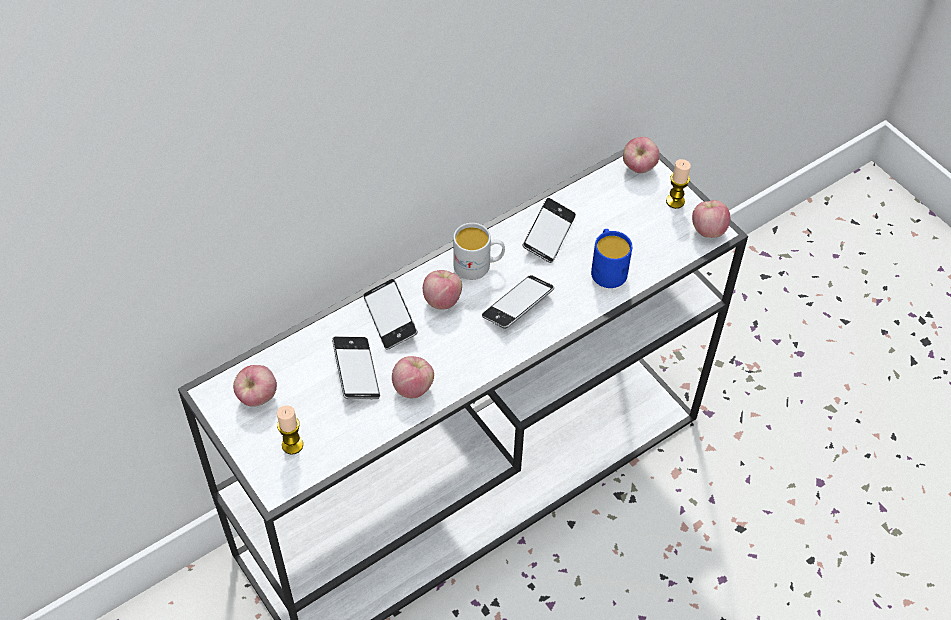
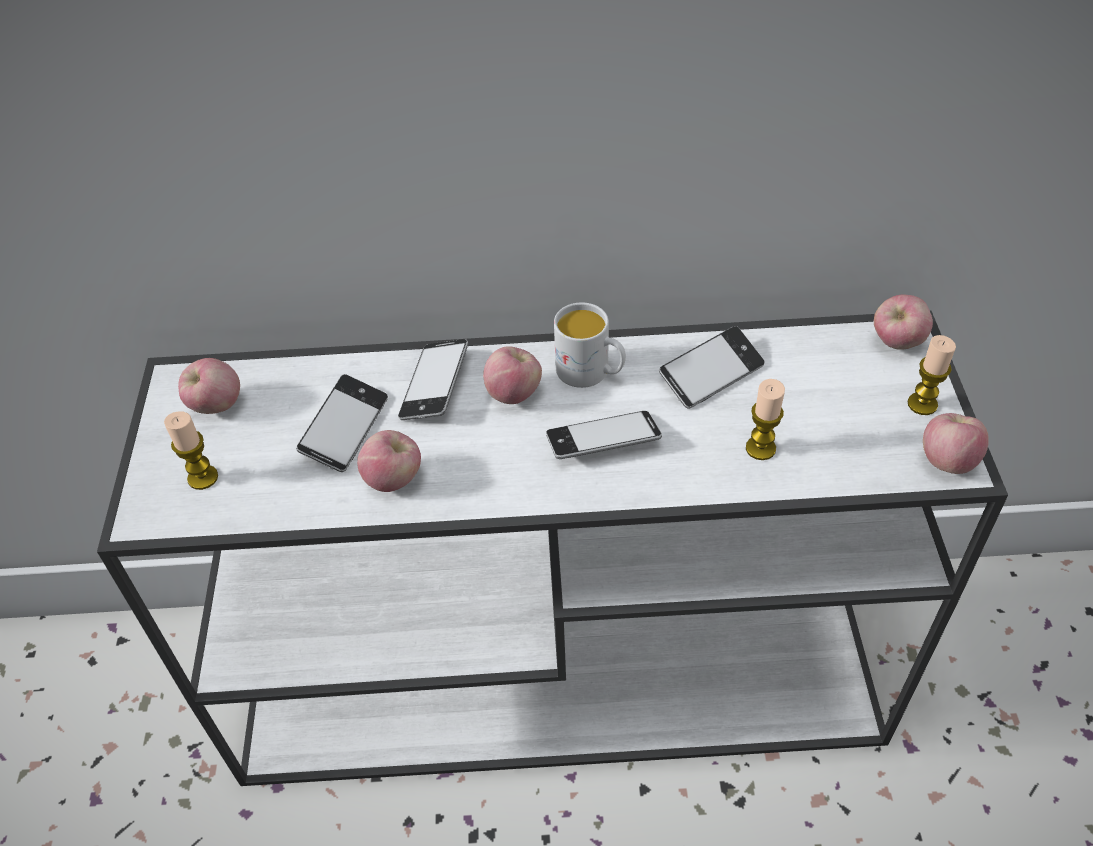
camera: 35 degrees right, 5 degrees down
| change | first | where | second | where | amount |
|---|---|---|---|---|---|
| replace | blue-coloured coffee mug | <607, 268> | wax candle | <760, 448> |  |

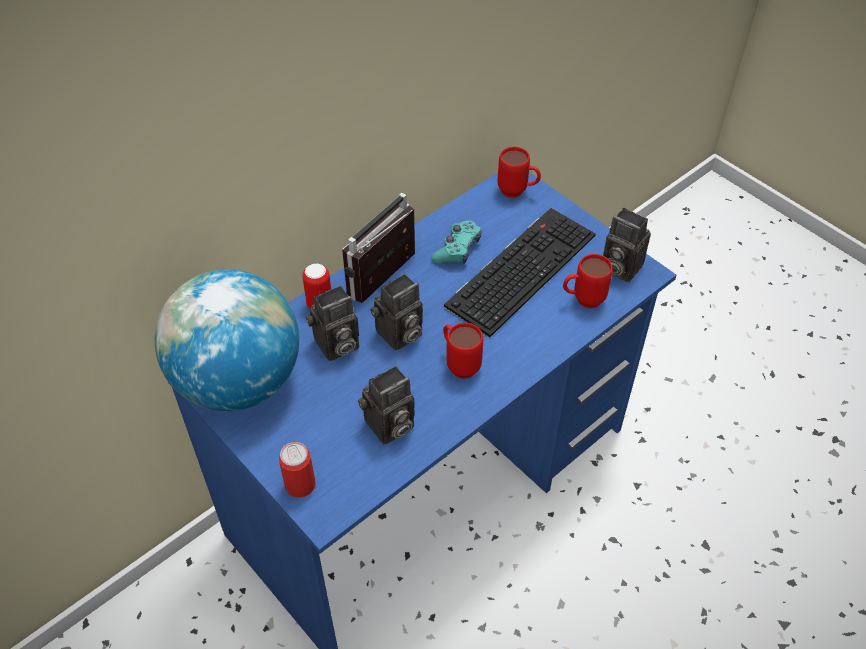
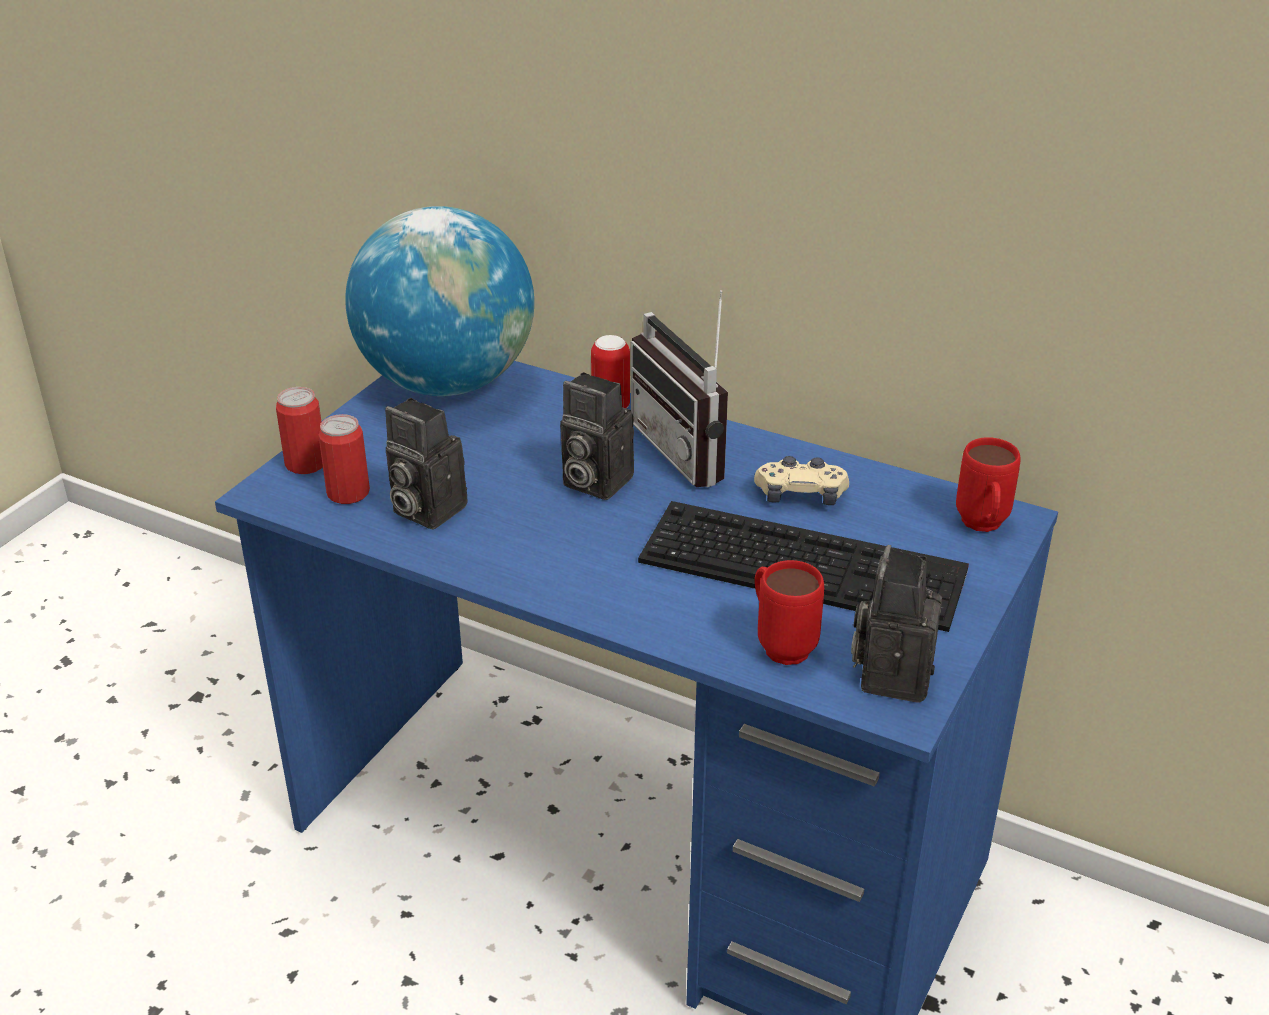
camera: 70 degrees right, 15 degrees down
| change | first | where | second | where | amount |
|---|---|---|---|---|---|
| delete | photo camera | <336, 346> |  |  |  |
| rotate | radio set | <389, 280> |  | <692, 450> | 135 degrees counterclockwise |
| recolor | turquoise-coloured game controller | <457, 249> | beige game controller | <801, 495> |  |
| delete | red coffee mug | <459, 364> |  |  |  |
| insert |  |  | metal can | <348, 493> |  |

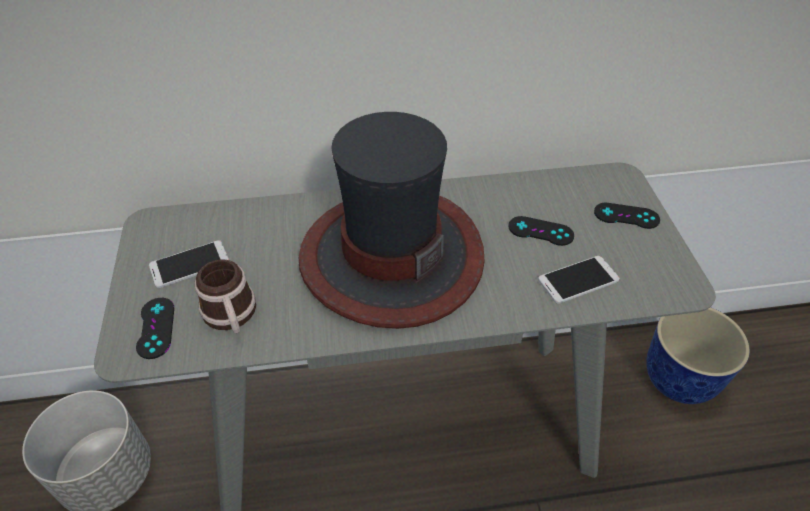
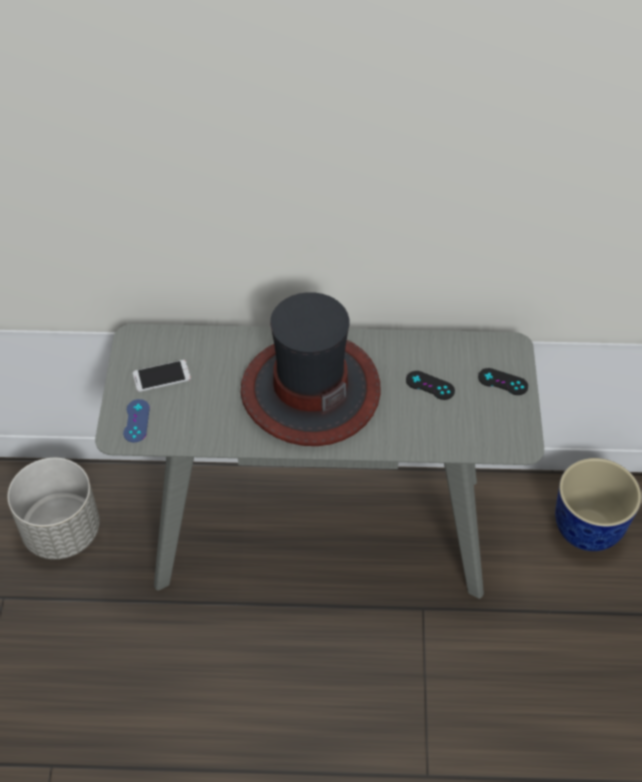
camera: 10 degrees right, 5 degrees up
| change | first | where | second | where | amount |
|---|---|---|---|---|---|
| recolor | blackish game controller | <156, 328> | blue-coloured game controller | <136, 421> |  |
| delete | coffee mug | <231, 316> |  |  |  |
| delete | telephone | <578, 280> |  |  |  |

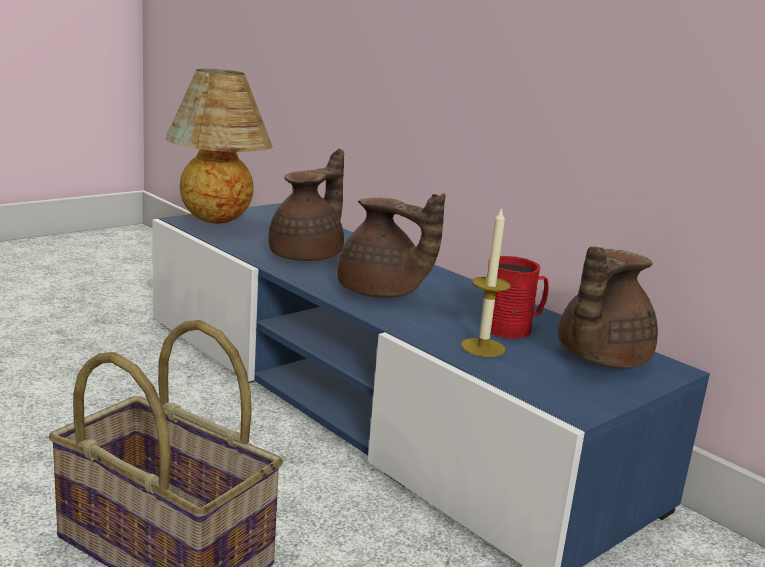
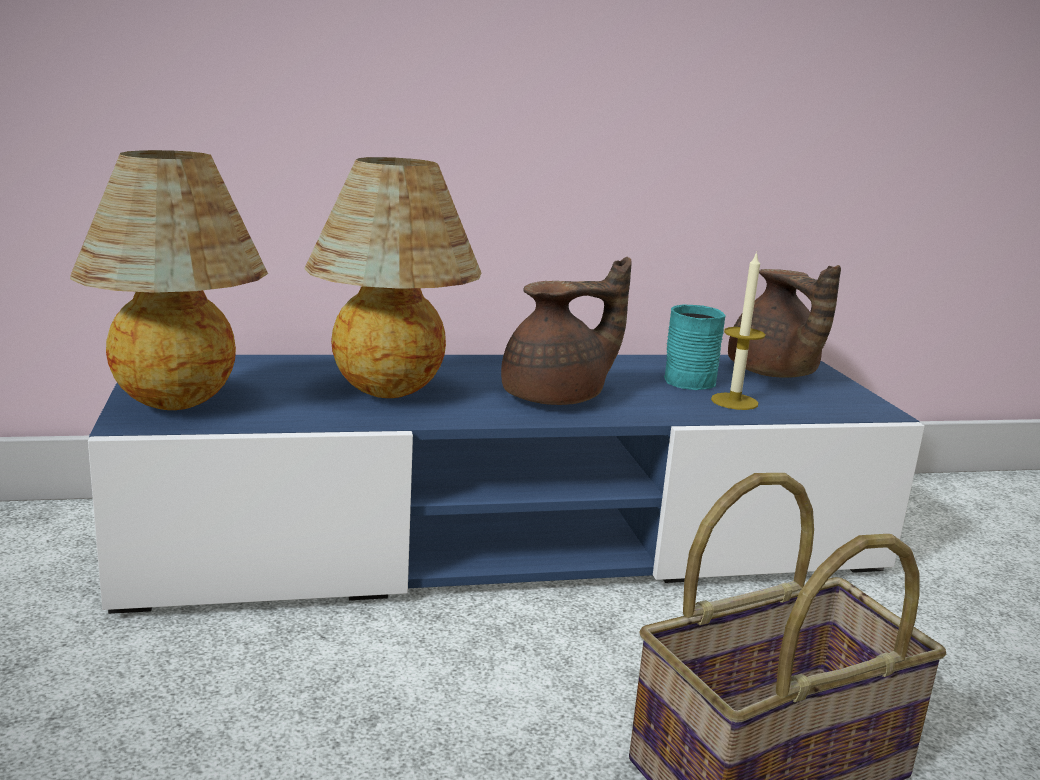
camera: 60 degrees left, 0 degrees up
| change | first | where | second | where | amount |
|---|---|---|---|---|---|
| replace | brownish pot for tea | <309, 255> | table lamp | <392, 395> |  |
| recolor | red coffee mug | <512, 328> | turquoise-coloured coffee mug | <689, 378> |  |

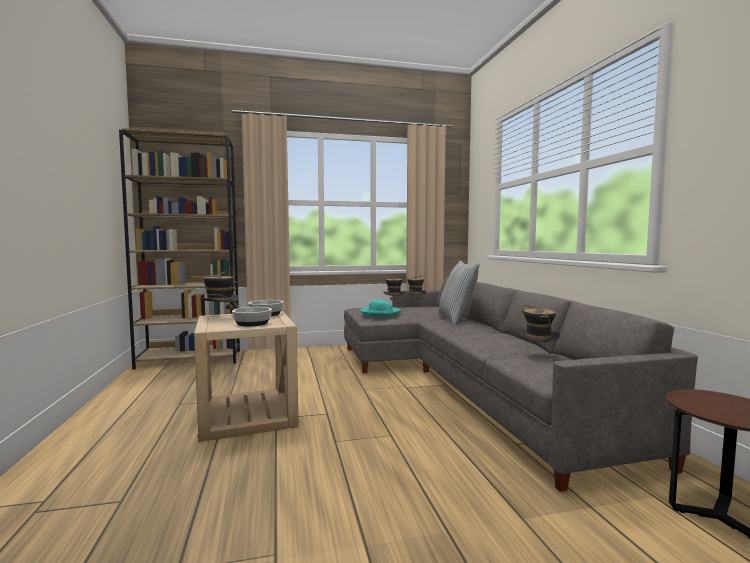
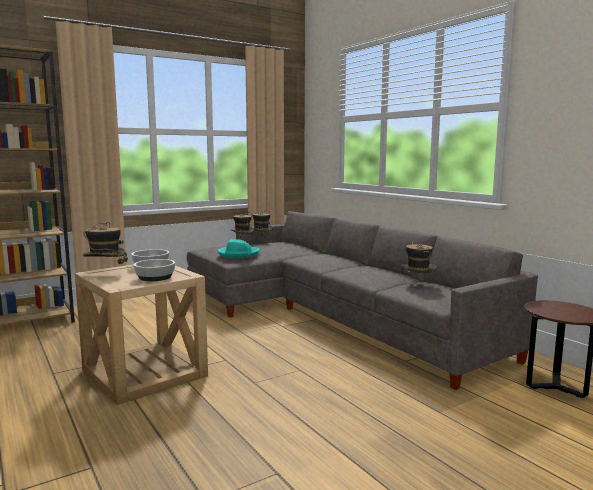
camera: 20 degrees left, 5 degrees up
| change | first | where | second | where | amount |
|---|---|---|---|---|---|
| delete | pillow | <456, 319> |  |  |  |

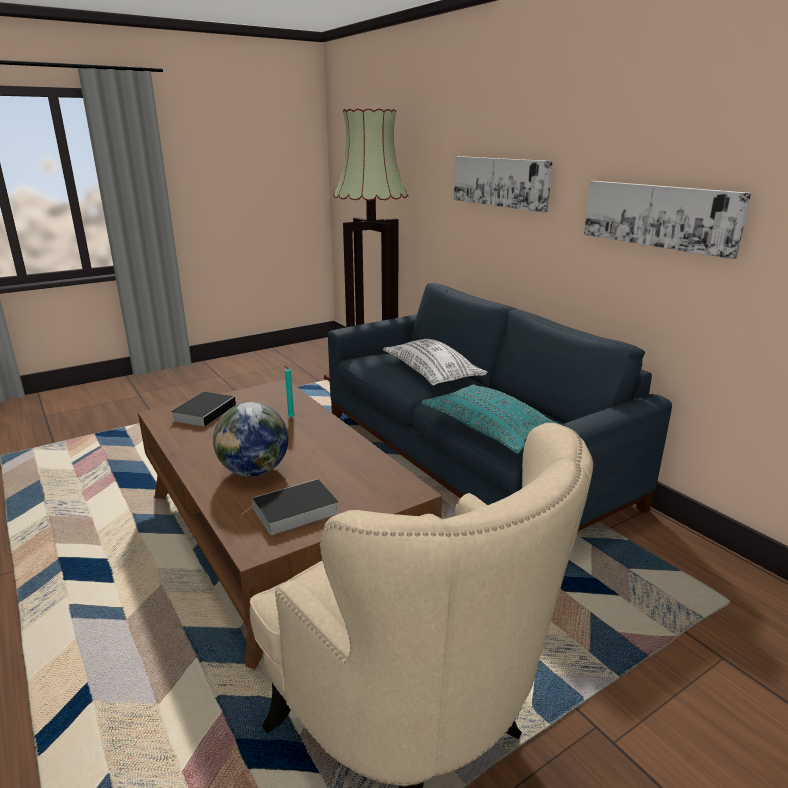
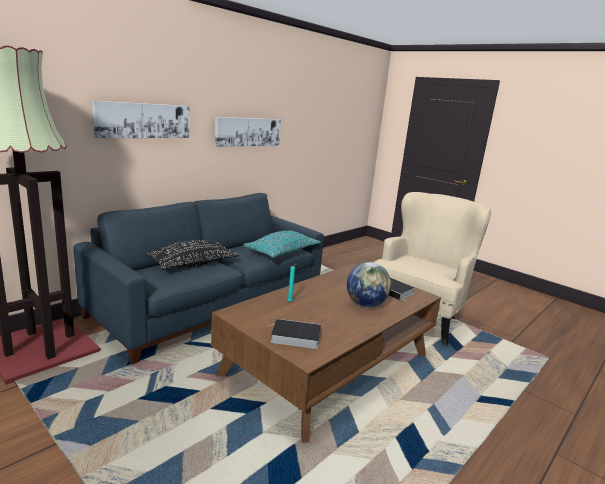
camera: 105 degrees left, 5 degrees down
| change | first | where | second | where | amount |
|---|---|---|---|---|---|
| recolor | white pillow | <432, 374> | blackish pillow | <192, 264> |  |

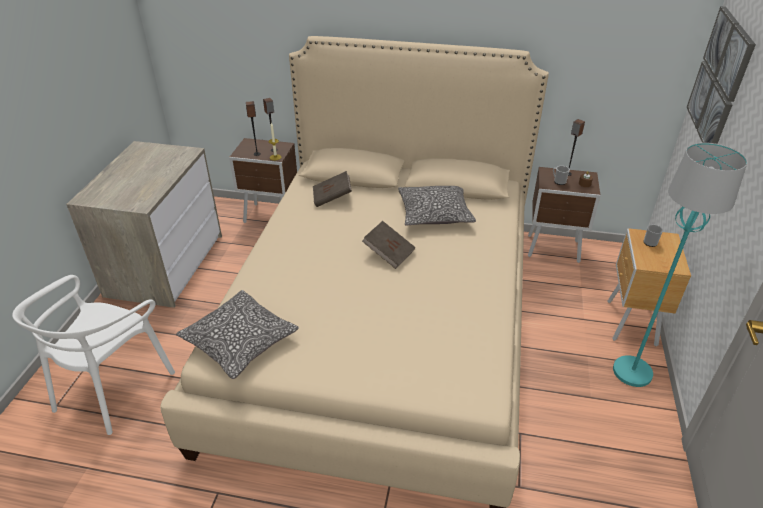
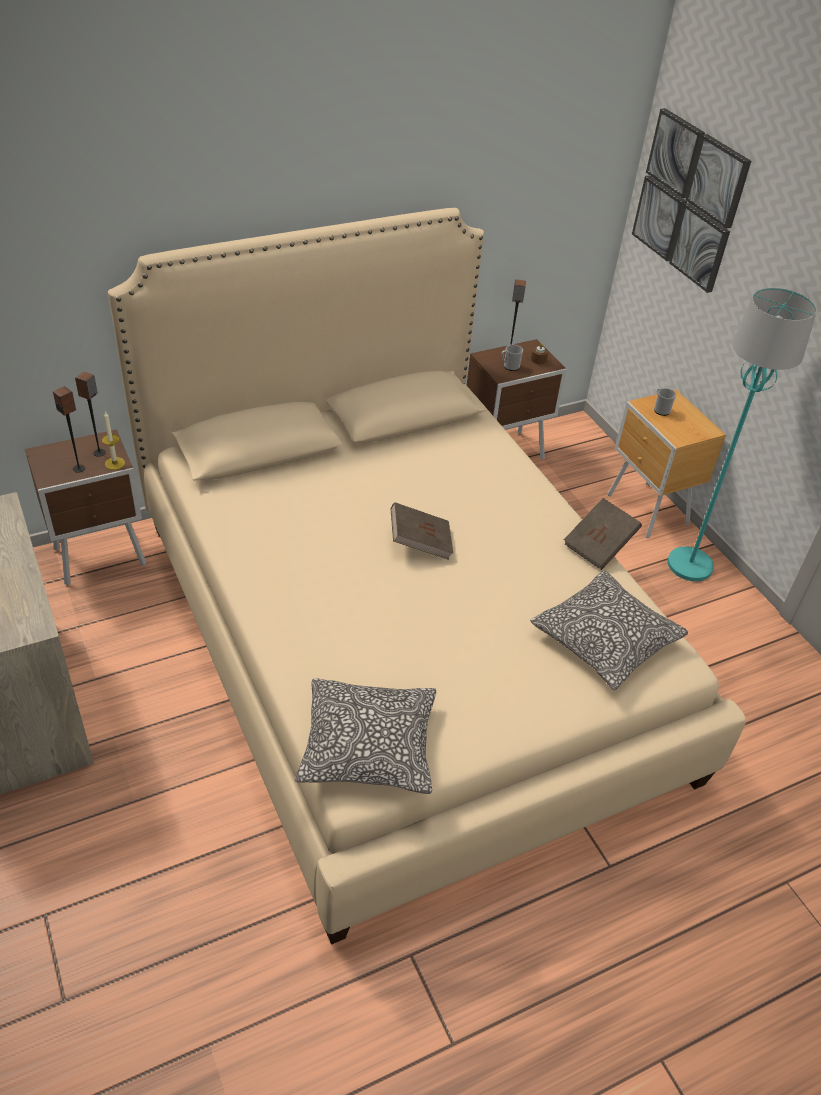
camera: 40 degrees left, 5 degrees up
| change | first | where | second | where | amount |
|---|---|---|---|---|---|
| delete | white upright chair | <113, 388> |  |  |  |
| move | brownish volume | <332, 198> |  | <599, 546> |  |
| move | pillow | <434, 213> |  | <605, 639> |  |

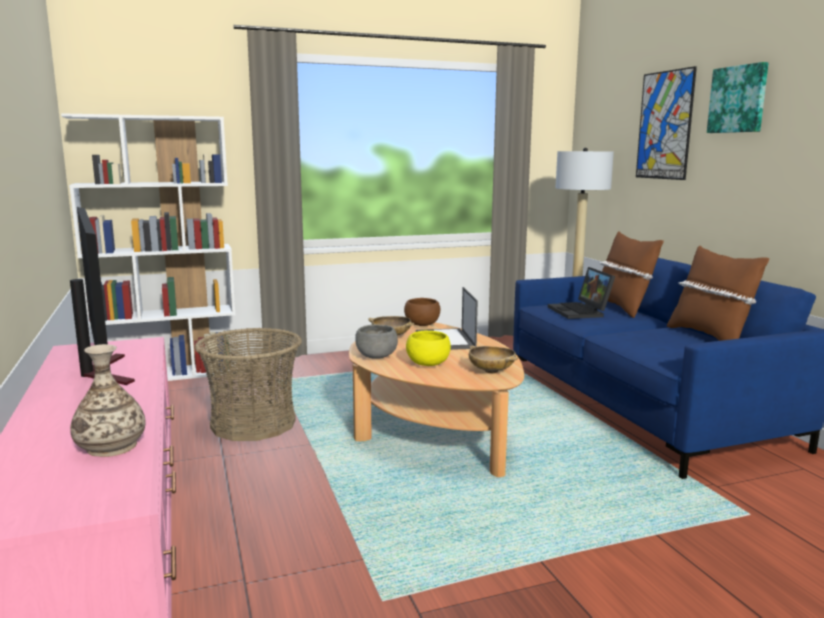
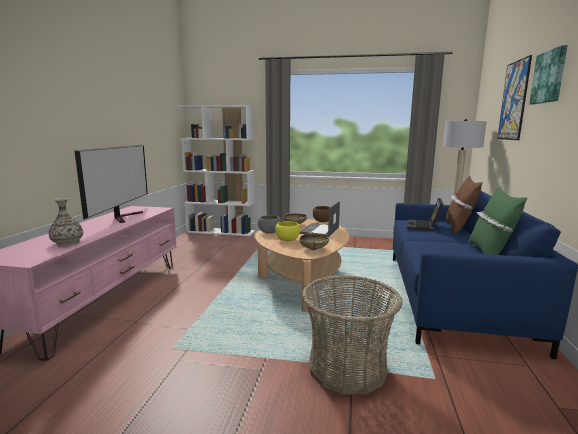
camera: 30 degrees right, 0 degrees up
| change | first | where | second | where | amount |
|---|---|---|---|---|---|
| move | basket | <253, 423> |  | <347, 368> |  |
| recolor | brownish pillow | <710, 337> | green pillow | <490, 253> |  |

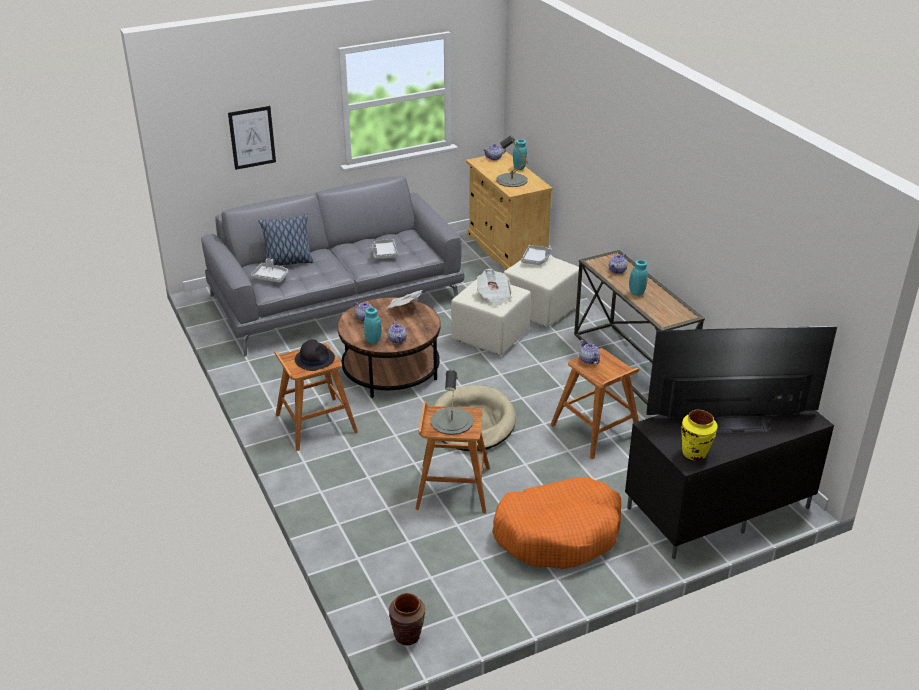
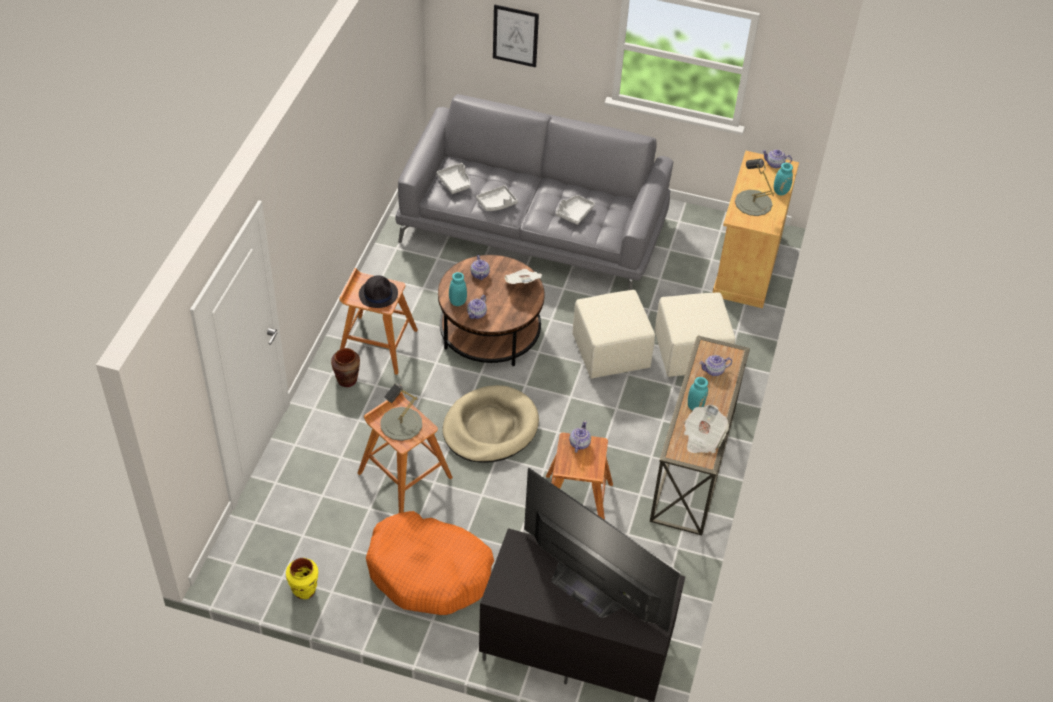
camera: 40 degrees right, 15 degrees up
| change | first | where | second | where | amount |
|---|---|---|---|---|---|
| delete | pillow | <288, 262> |  |  |  |
| move | brownish flower vase | <407, 636> |  | <347, 380> |  |
| move | printed paper | <494, 296> |  | <702, 438> |  |
| move | grey tray | <536, 259> |  | <497, 203> |  |
| move | yellow flower vase | <694, 453> |  | <304, 590> |  |

